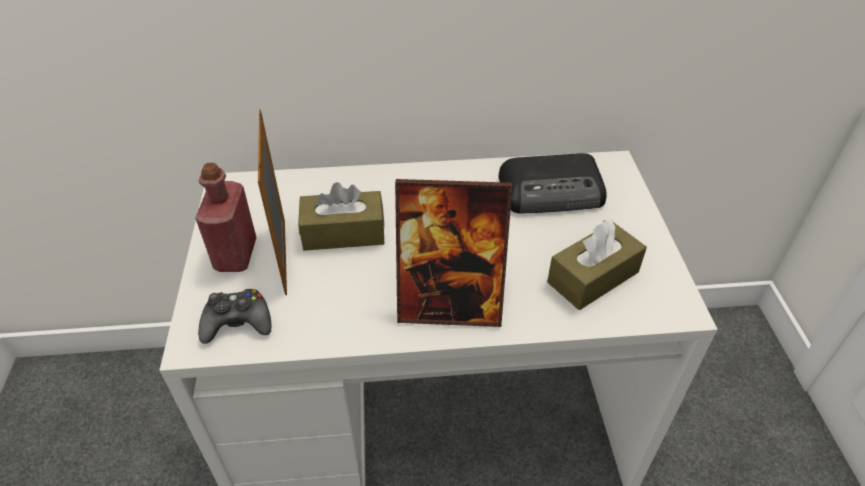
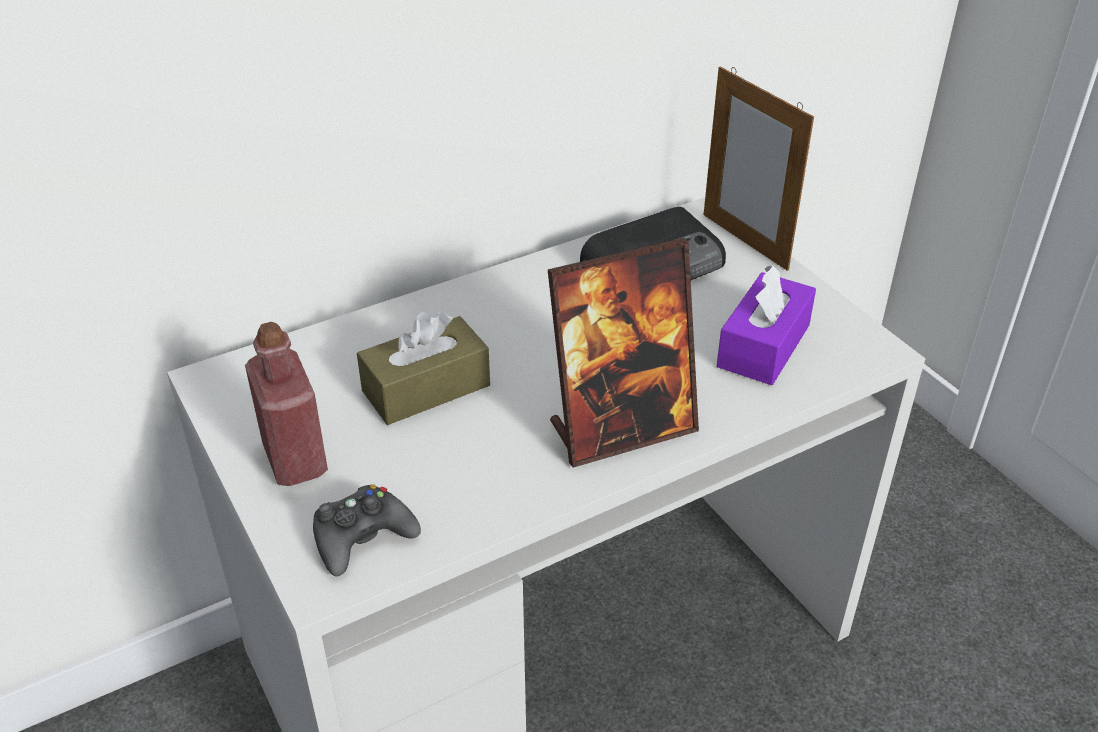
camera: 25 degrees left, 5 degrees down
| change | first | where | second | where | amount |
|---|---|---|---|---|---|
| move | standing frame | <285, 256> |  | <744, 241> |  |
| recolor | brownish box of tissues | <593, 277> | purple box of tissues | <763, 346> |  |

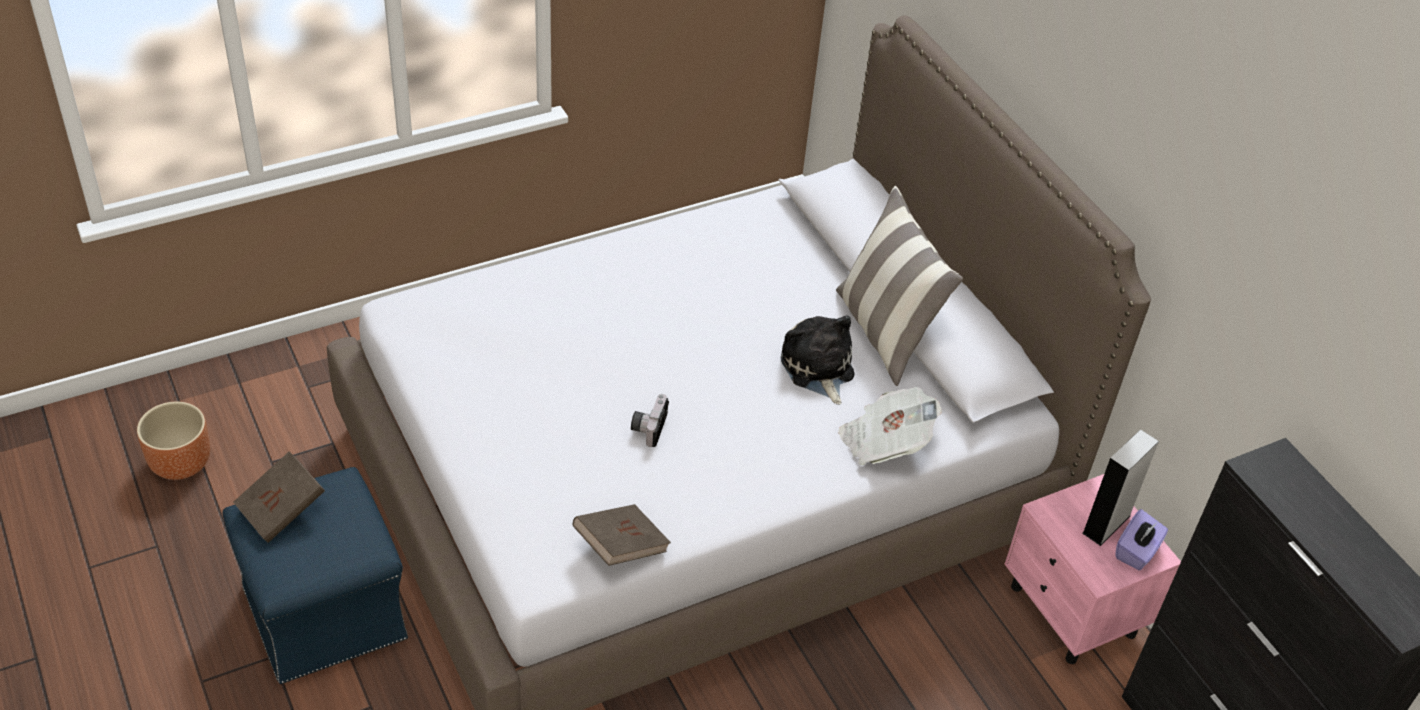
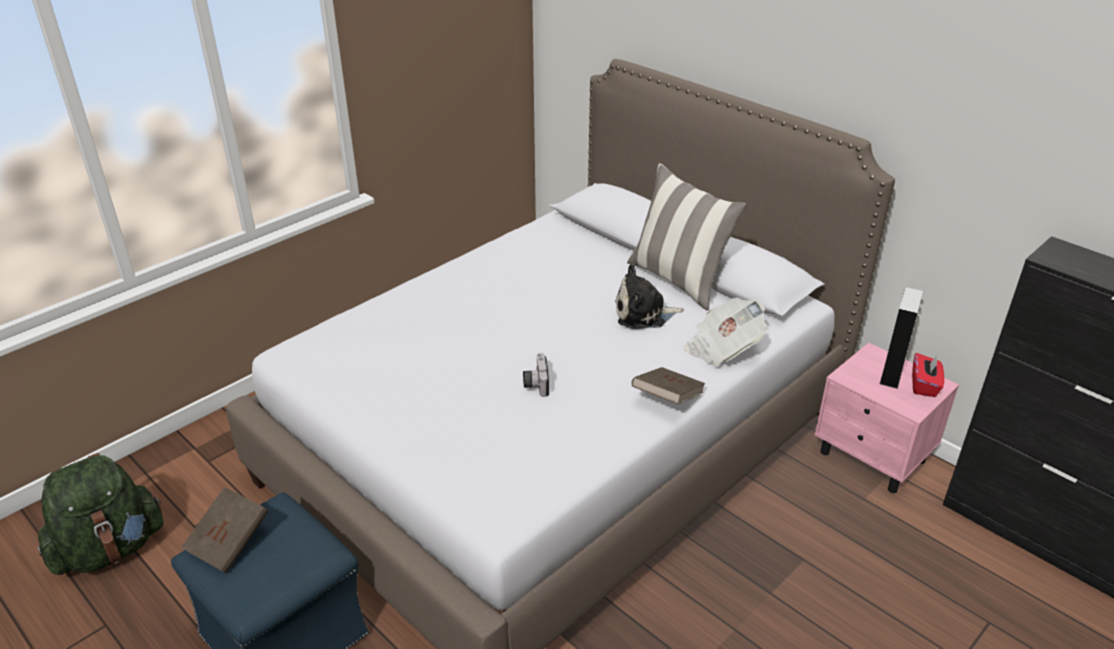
camera: 15 degrees left, 10 degrees down
| change | first | where | second | where | amount |
|---|---|---|---|---|---|
| replace | brownish flower pot | <181, 462> | green rucksack | <110, 549> |  |
| move | brownish volume | <620, 547> |  | <667, 398> |  |
| rotate | soft toy | <818, 369> |  | <643, 314> | 60 degrees counterclockwise |
| recolor | purple box of tissues | <1137, 551> | red box of tissues | <924, 385> |  |

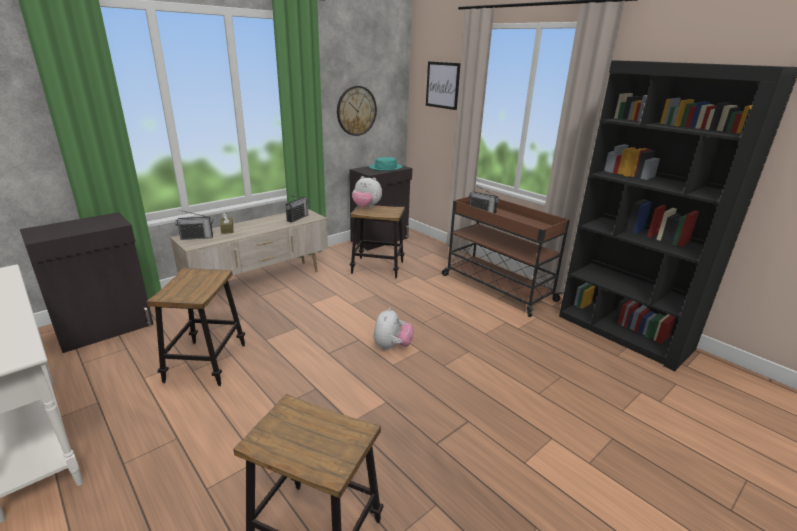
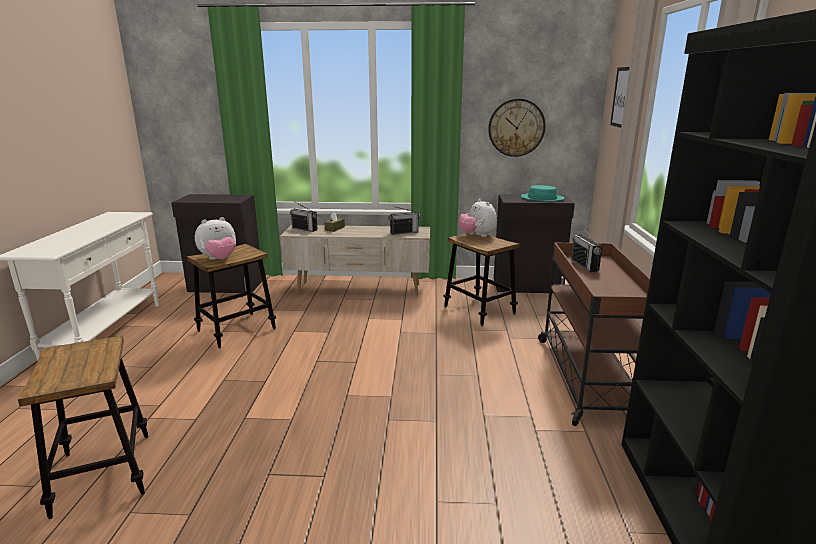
camera: 45 degrees right, 5 degrees down
| change | first | where | second | where | amount |
|---|---|---|---|---|---|
| move | soft toy | <392, 346> |  | <219, 259> |  |

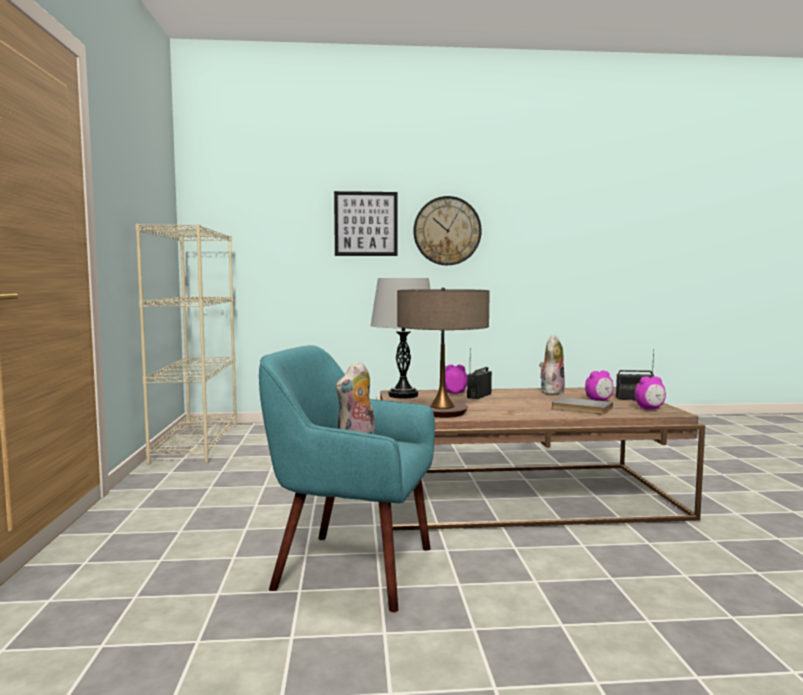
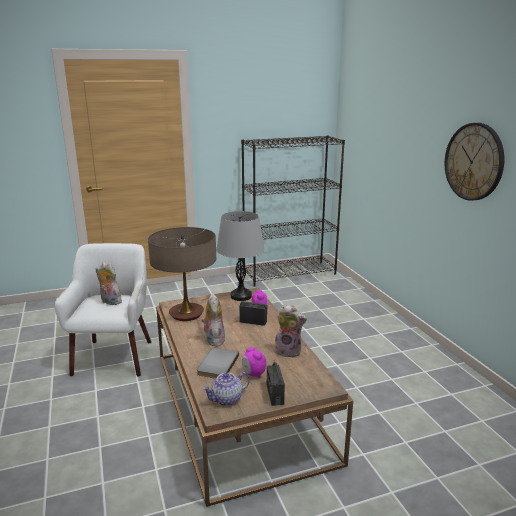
camera: 75 degrees right, 15 degrees up
| change | first | where | second | where | amount |
|---|---|---|---|---|---|
| recolor | beige shelving unit | <196, 442> | blackish shelving unit | <290, 273> |  |
| recolor | turquoise-coloured easy chair | <352, 568> | white easy chair | <114, 357> |  |
| delete | wall picture | <366, 224> |  |  |  |
| replace | alarm clock | <649, 409> | pot for tea | <227, 399> |  |
| insert |  |  | soft toy | <213, 339> |  |

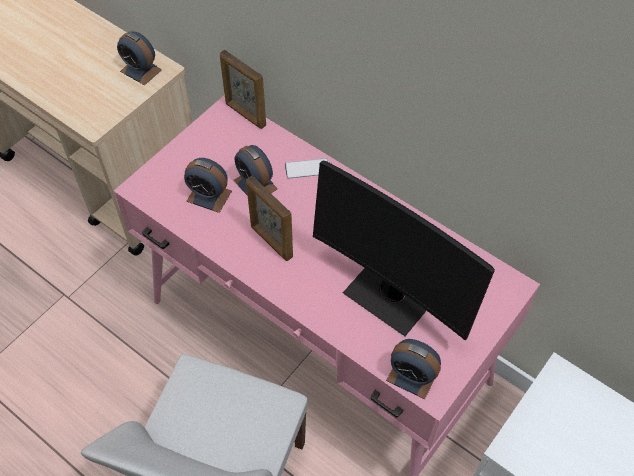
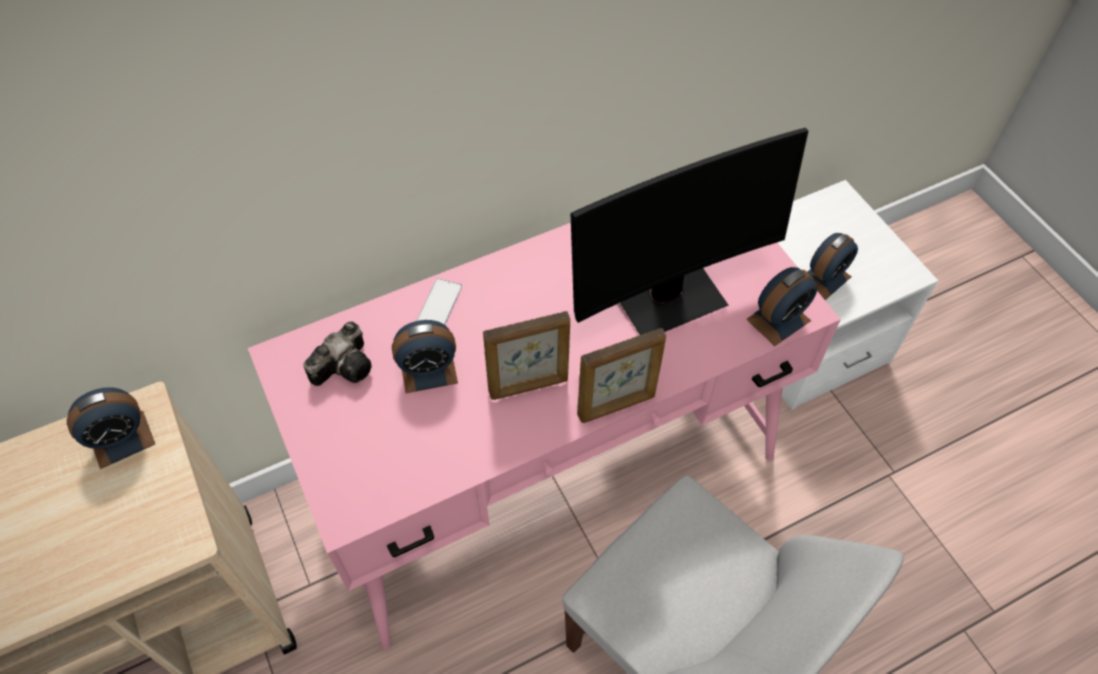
camera: 65 degrees left, 0 degrees up
| change | first | where | second | where | amount |
|---|---|---|---|---|---|
| move | alarm clock | <209, 196> |  | <825, 278> |  |
| move | standing frame | <245, 115> |  | <617, 406> |  |
| insert |  |  | photo camera | <346, 365> |  |

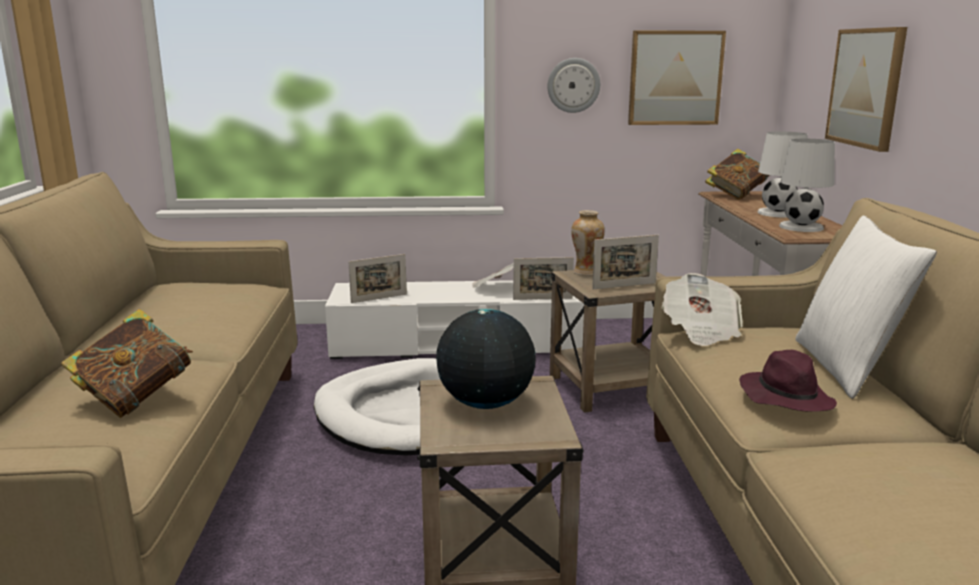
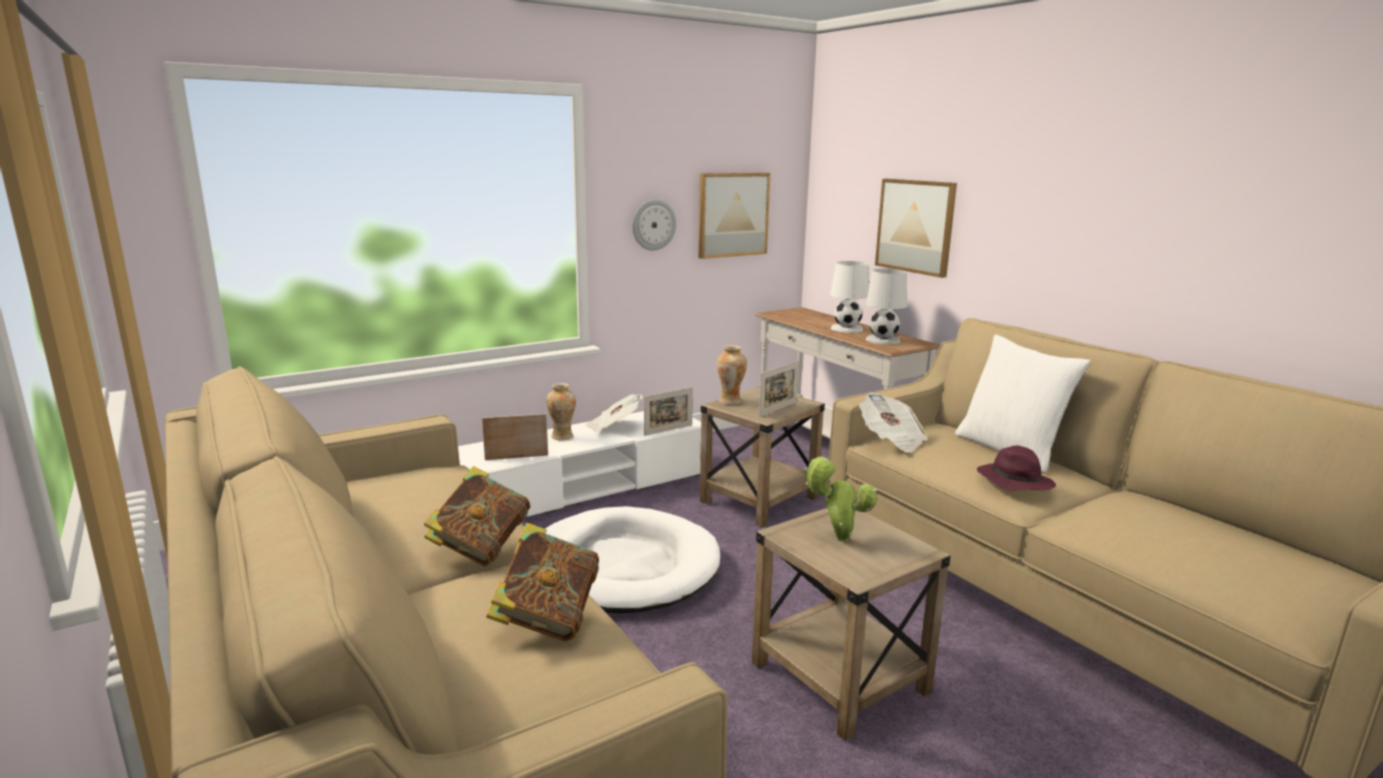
camera: 30 degrees left, 0 degrees up
| change | first | where | second | where | amount |
|---|---|---|---|---|---|
| rotate | standing frame | <379, 298> |  | <516, 457> | 135 degrees counterclockwise |
| replace | world globe | <485, 404> | houseplant | <837, 538> |  |
| move | volume | <736, 195> |  | <481, 548> |  |
| insert |  |  | flower vase | <562, 437> |  |

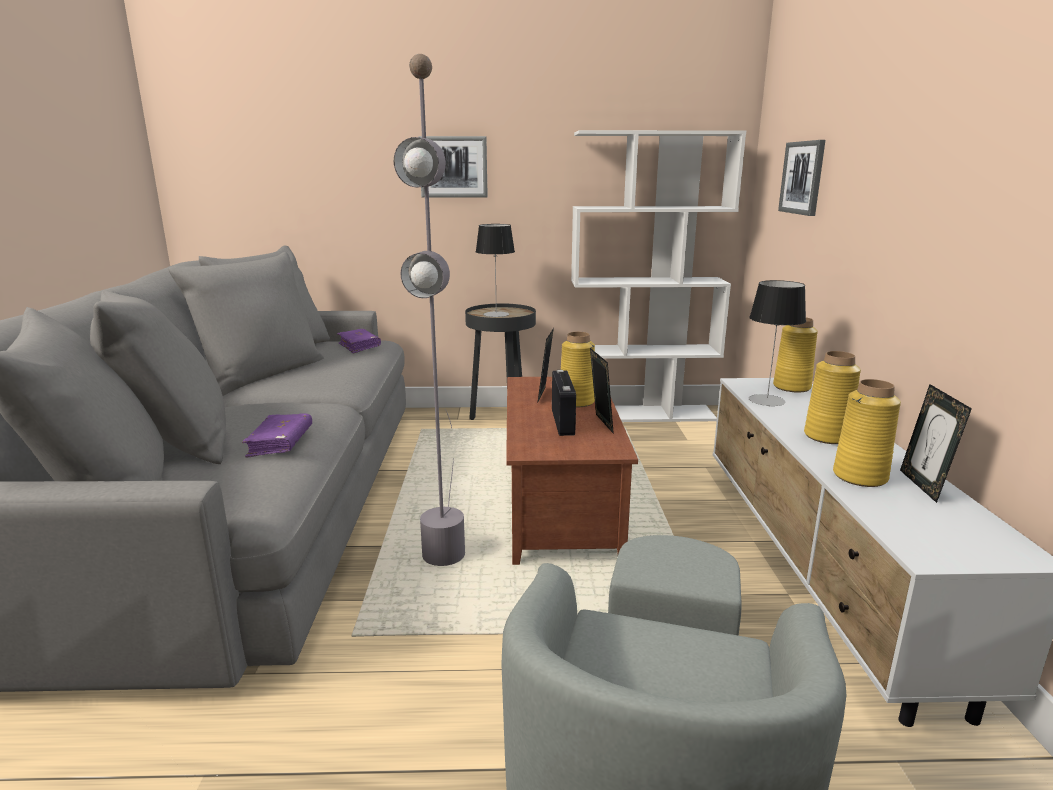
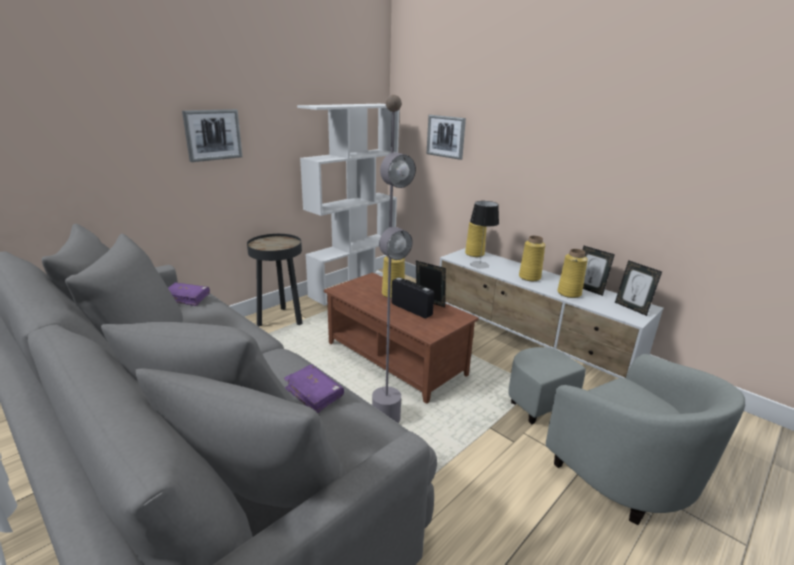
camera: 45 degrees left, 5 degrees up
| change | first | where | second | where | amount |
|---|---|---|---|---|---|
| delete | table lamp | <496, 314> |  |  |  |
| move | standing frame | <545, 395> |  | <631, 308> |  |

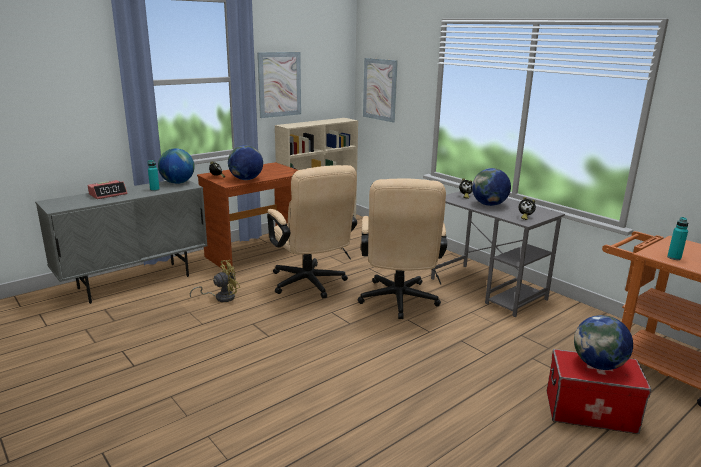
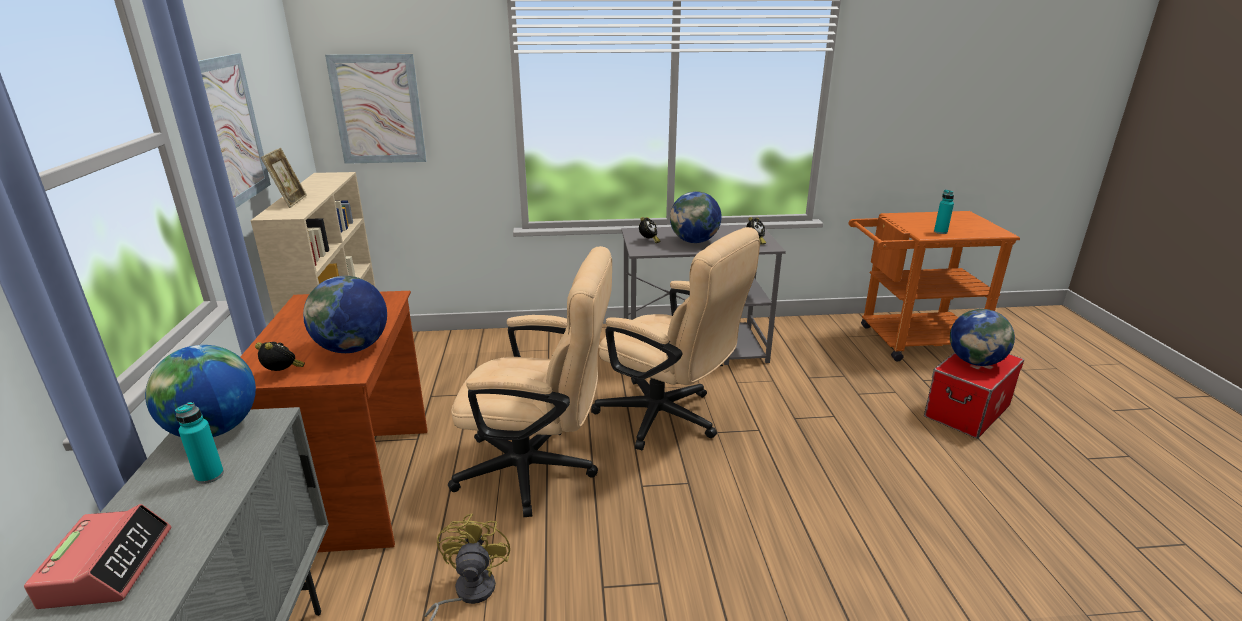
camera: 55 degrees left, 5 degrees up
| change | first | where | second | where | amount |
|---|---|---|---|---|---|
| insert |  |  | standing frame | <290, 201> |  |

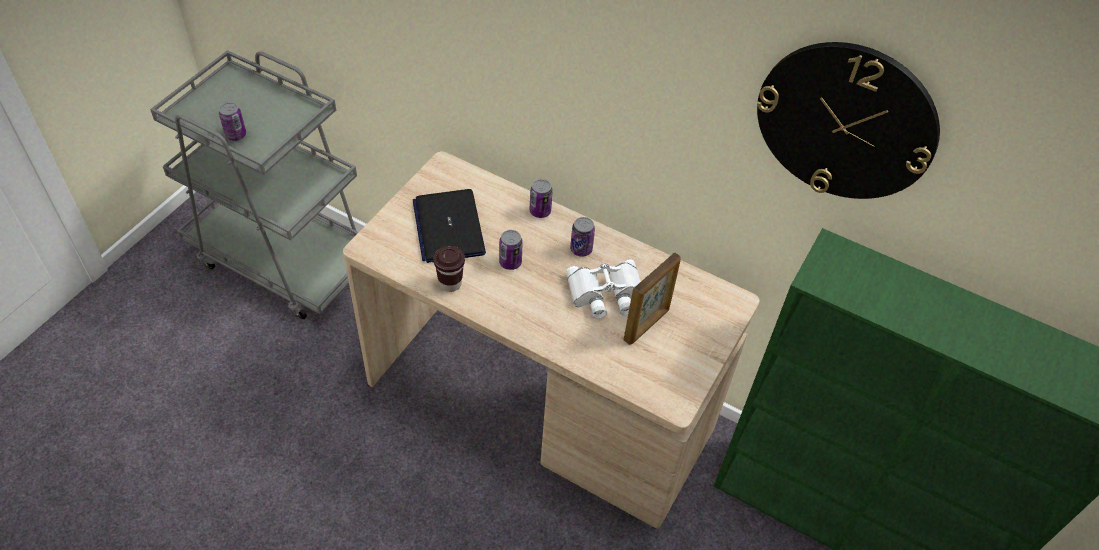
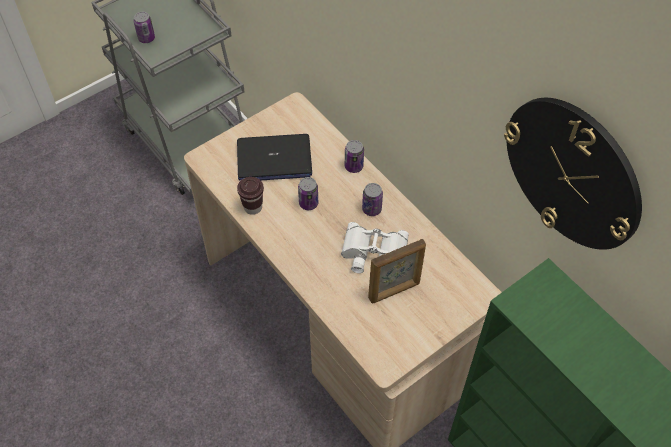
camera: 25 degrees right, 5 degrees up
| change | first | where | second | where | amount |
|---|---|---|---|---|---|
| rotate | laptop | <448, 227> |  | <274, 159> | 105 degrees counterclockwise |

